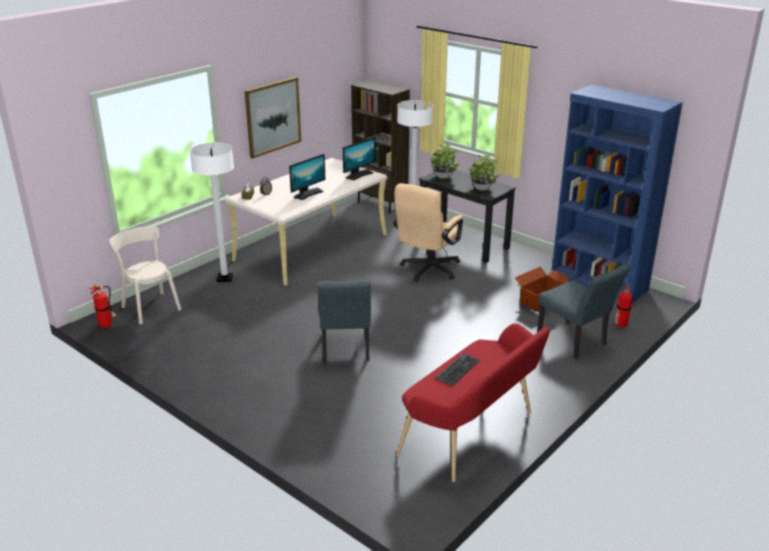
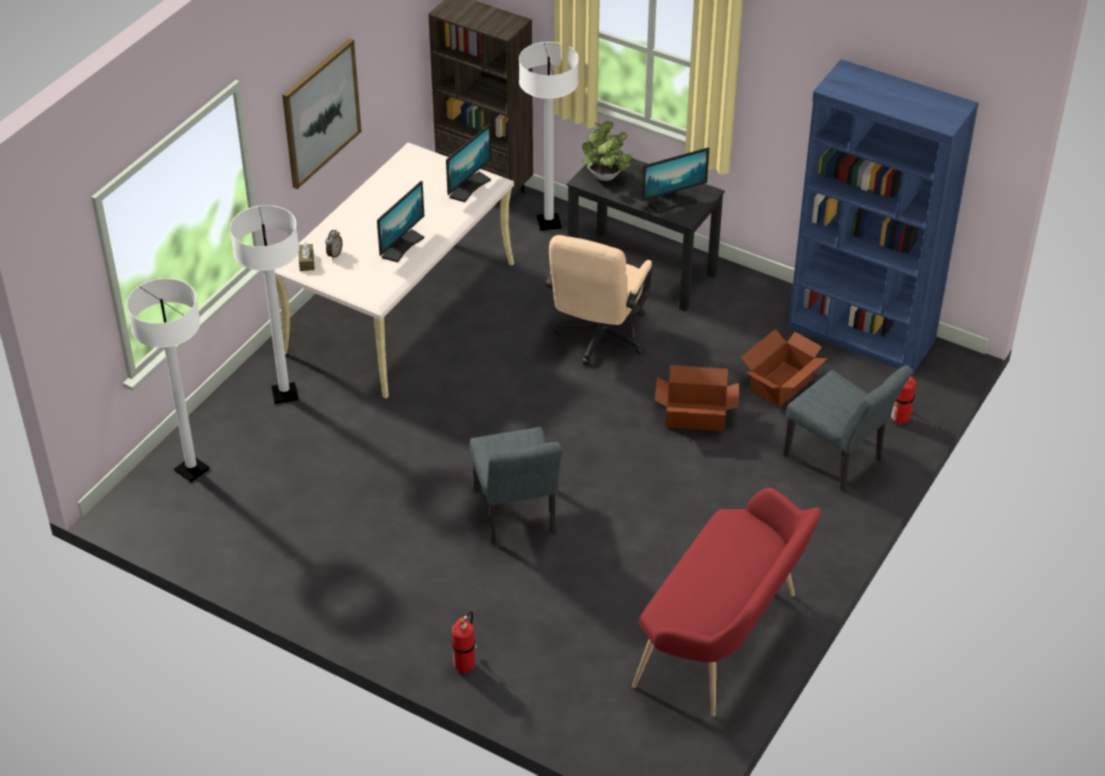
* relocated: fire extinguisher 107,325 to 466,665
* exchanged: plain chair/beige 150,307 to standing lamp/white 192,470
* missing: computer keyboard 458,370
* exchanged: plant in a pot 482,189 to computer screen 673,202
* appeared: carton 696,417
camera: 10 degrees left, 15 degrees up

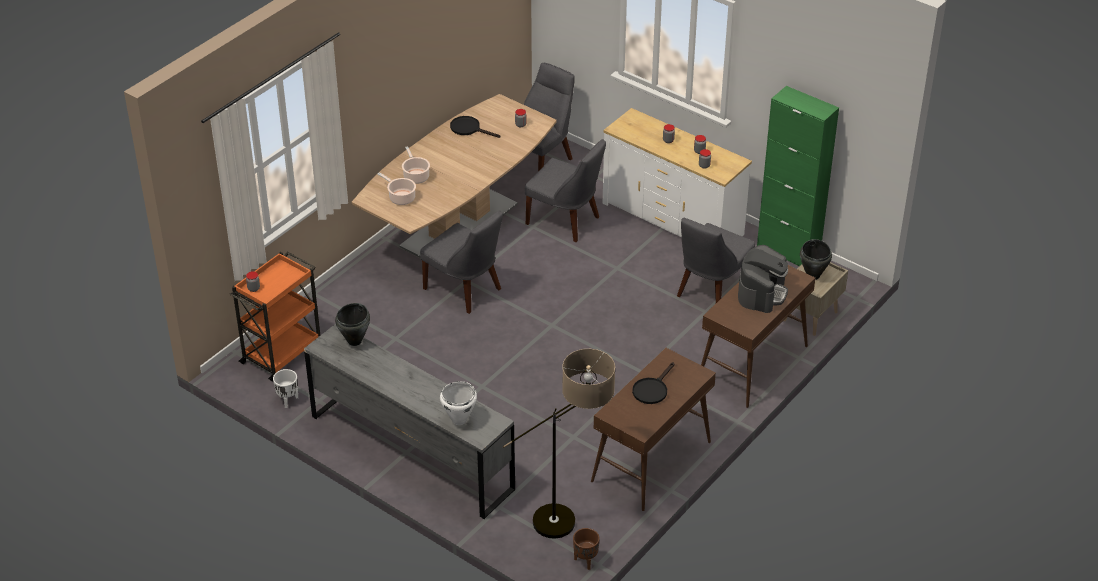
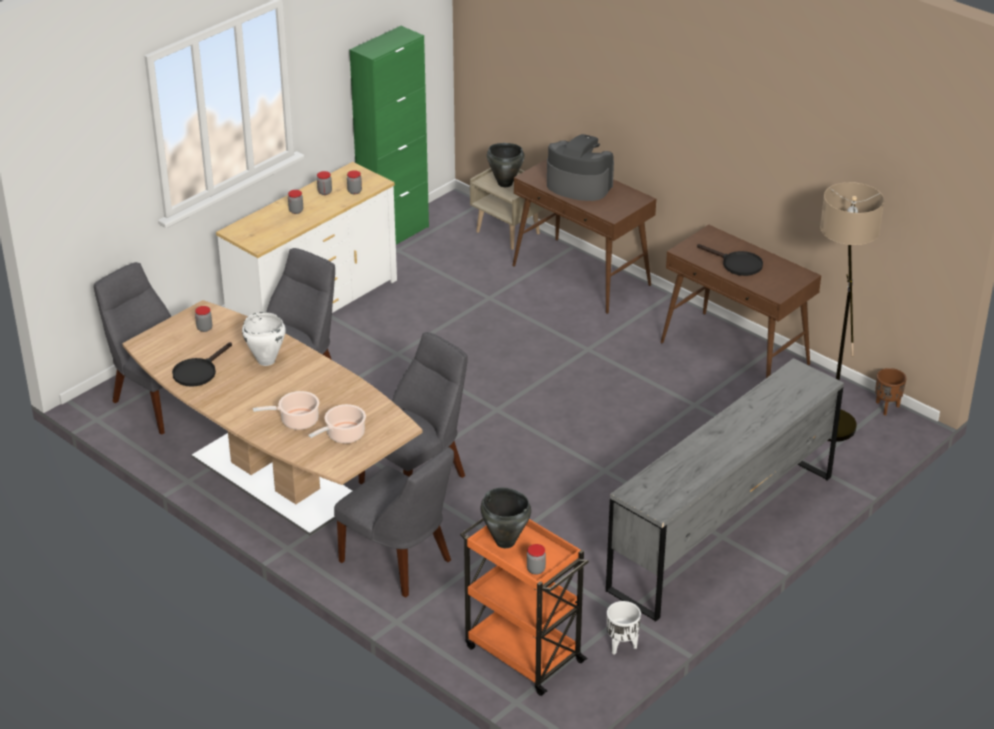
* relocated: cooking pot/black 355,341 to 505,541
* relocated: cooking pot/white 458,420 to 266,361
* relocated: plain chair/greyish 710,290 to 399,563
camera: 85 degrees left, 5 degrees down

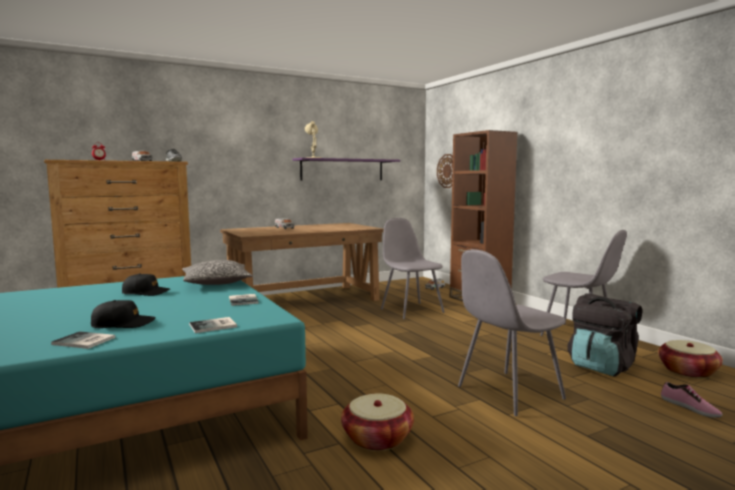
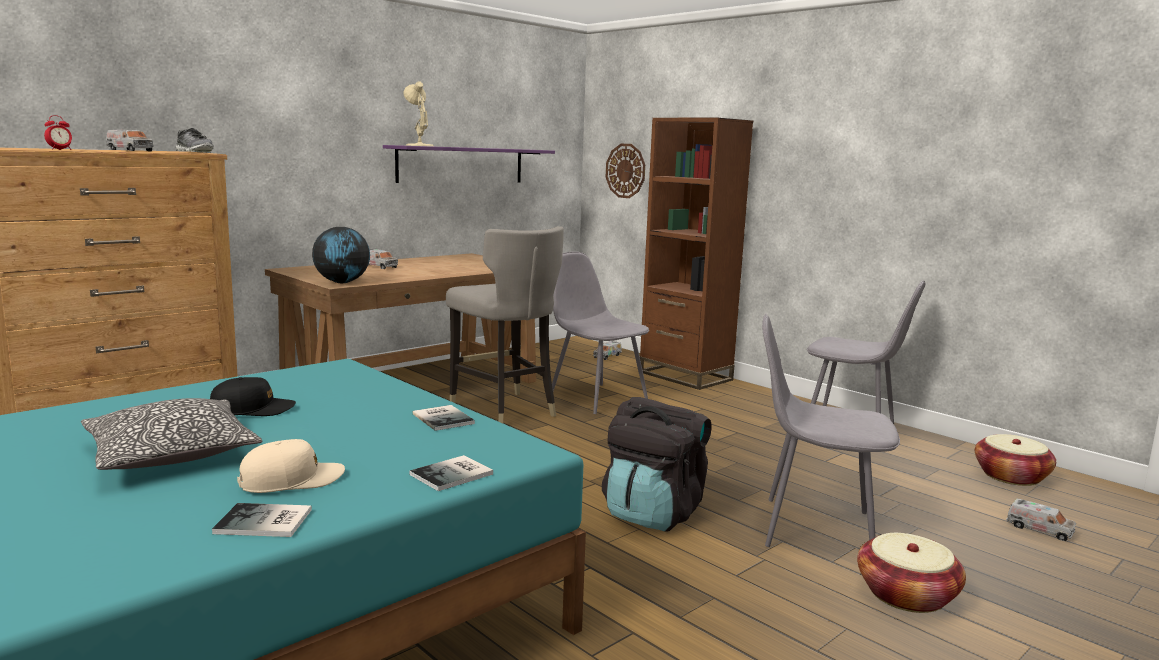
* colour: peaked cap/black 123,324 to peaked cap/beige 292,480
* relocated: throw pillow 216,283 to 171,454
* relocated: basket 377,439 to 906,595
* spun: plain chair/greyish 507,393 = 813,528 60 degrees clockwise
* relocated: backpack/black 602,366 to 653,513
* exchanged: low shoe 689,407 to toy lorry 1039,529
* appeared: world globe 342,282
* appeared: sitting stool/greyish 505,410
camera: 15 degrees left, 5 degrees up

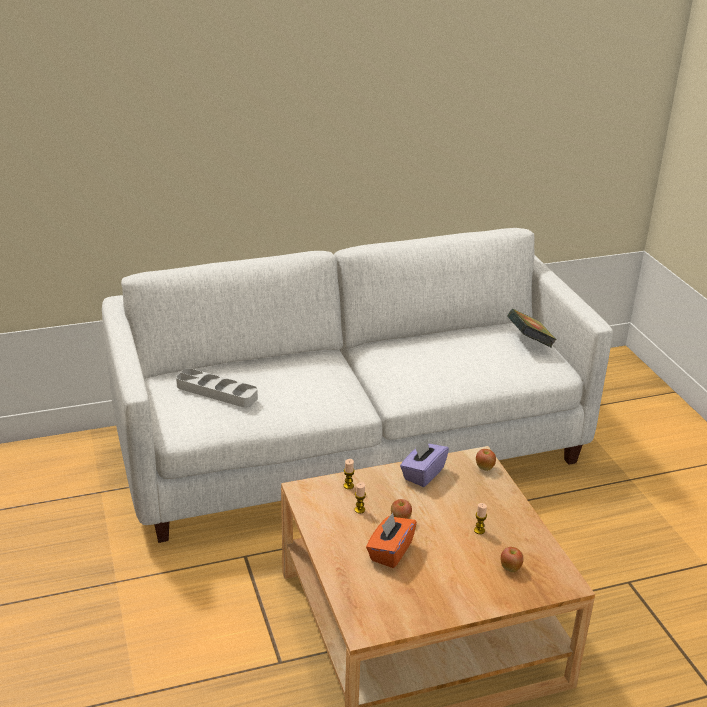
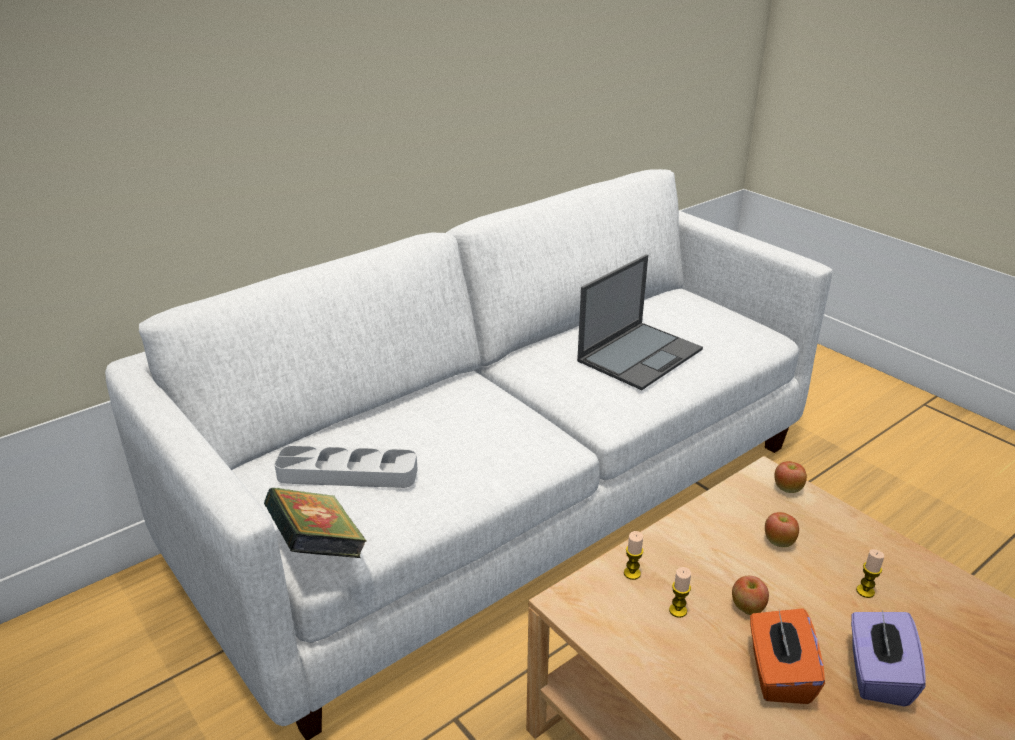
* relocated: tissue holder/purple 423,474 to 877,674
* relocated: apple fruit 510,568 to 778,542
* relocated: book 529,342 to 318,548
* appeared: portable computer 640,354
camera: 20 degrees left, 0 degrees up

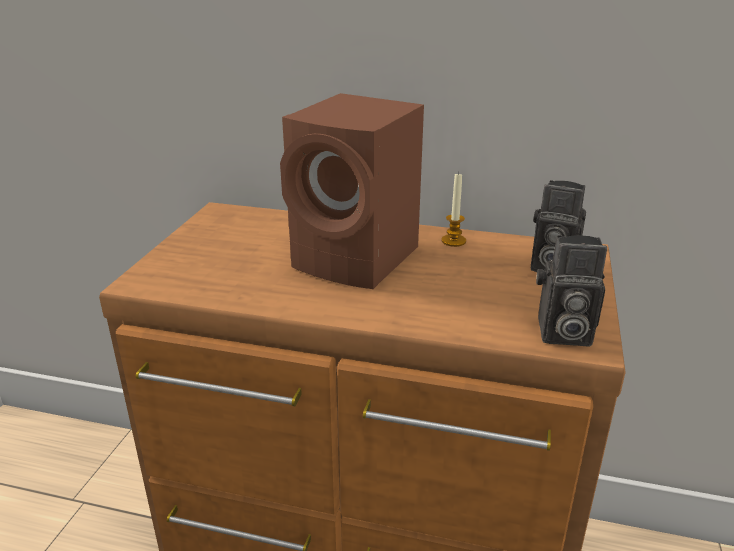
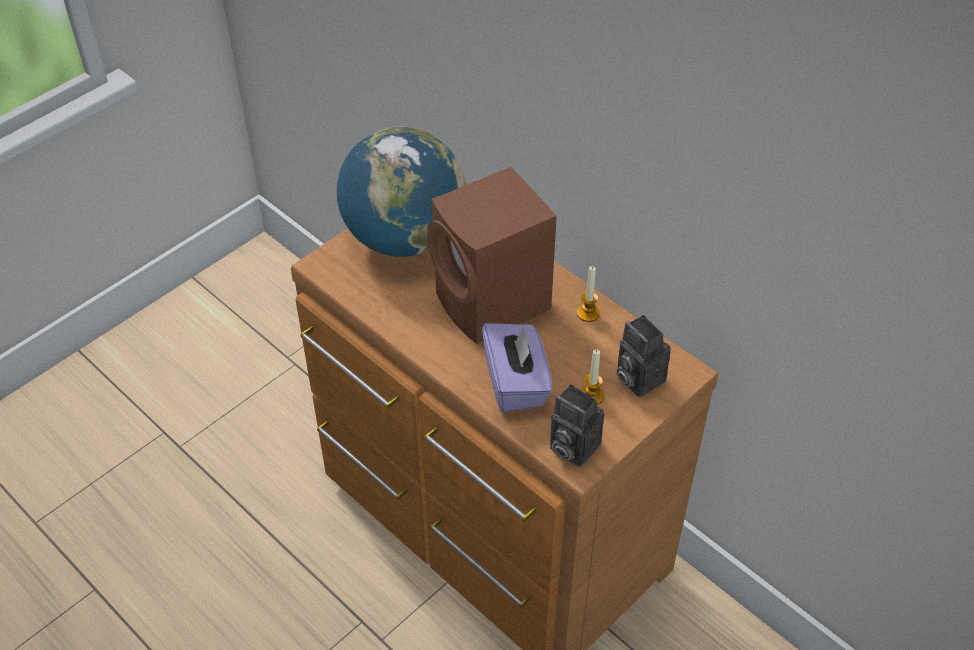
* appeared: world globe 404,238
* appeared: tissue holder/purple 516,383
* appeared: wax light 592,396
camera: 30 degrees right, 20 degrees up

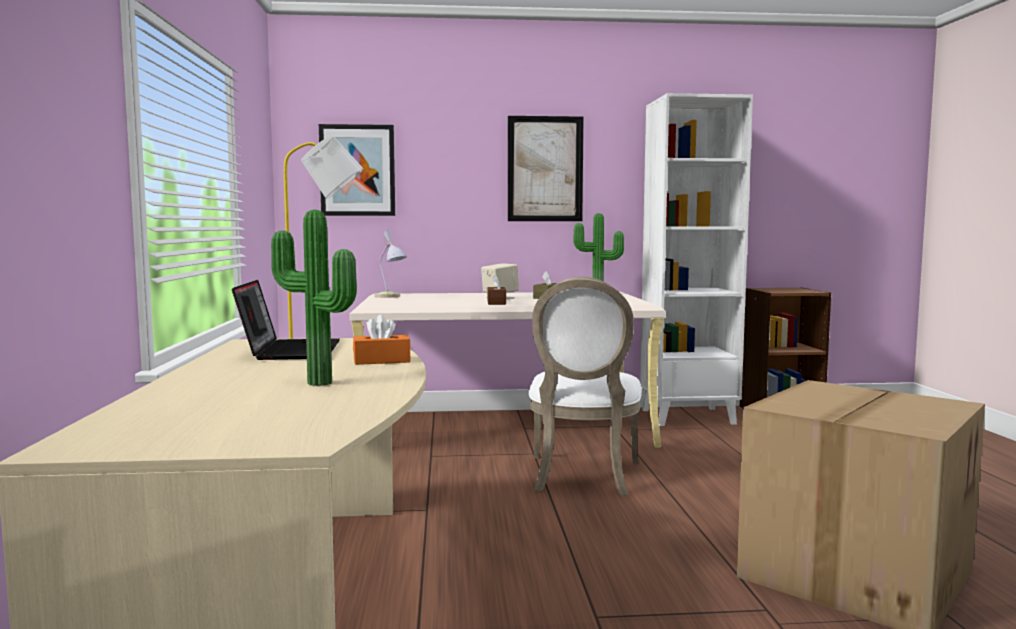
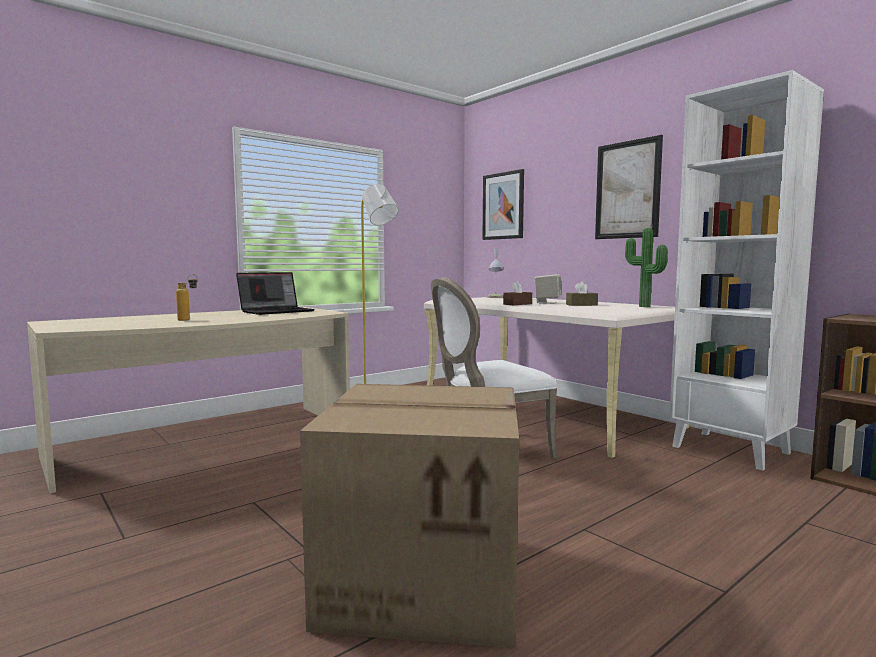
* exchanged: plant in a pot 316,384 to beverage bottle 188,320
* missing: tissue holder/orangey 381,361
camera: 55 degrees right, 0 degrees up

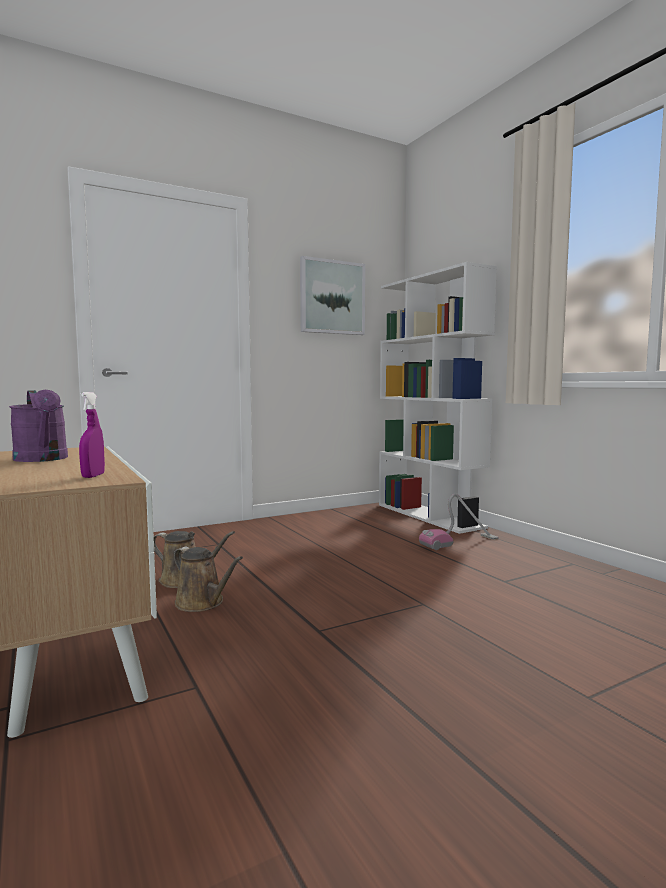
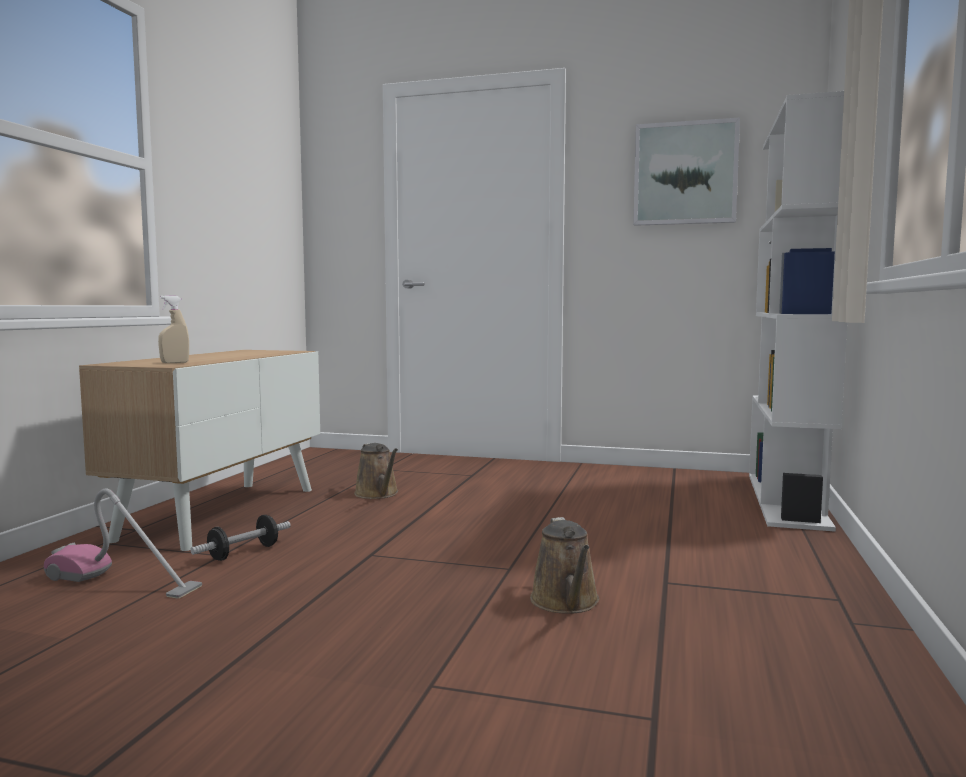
* missing: watering pot/purple 43,459
* colour: spray bottle/purple 93,476 to spray bottle/beige 174,363
* relocated: watering pot/brown-coloured 202,603 to 566,602
* relocated: vacuum cleaner 459,542 to 122,582
* appeared: dumbbell 243,553
camera: 45 degrees right, 0 degrees up

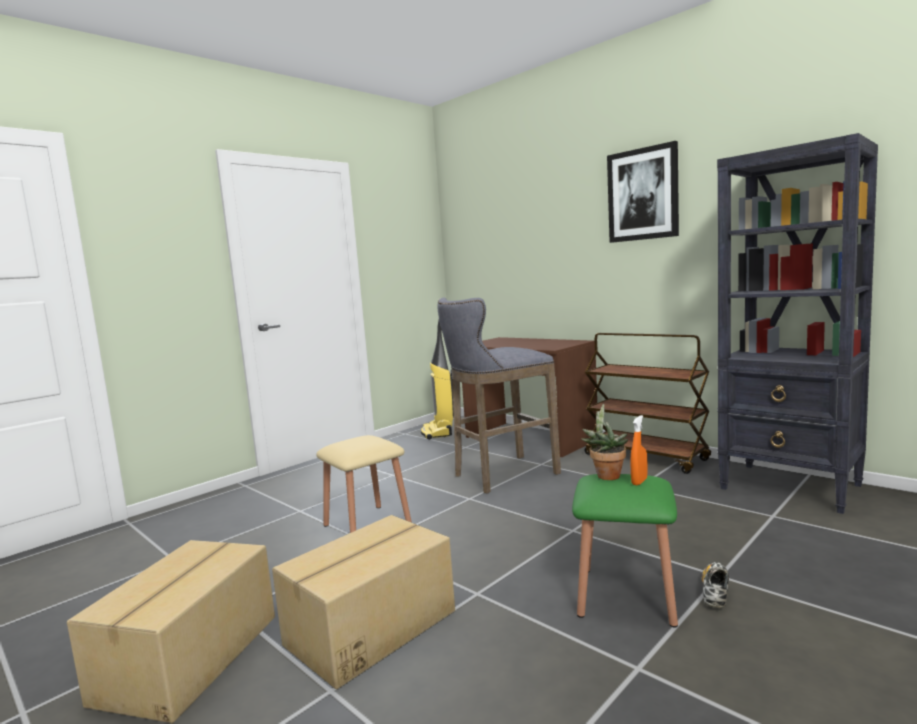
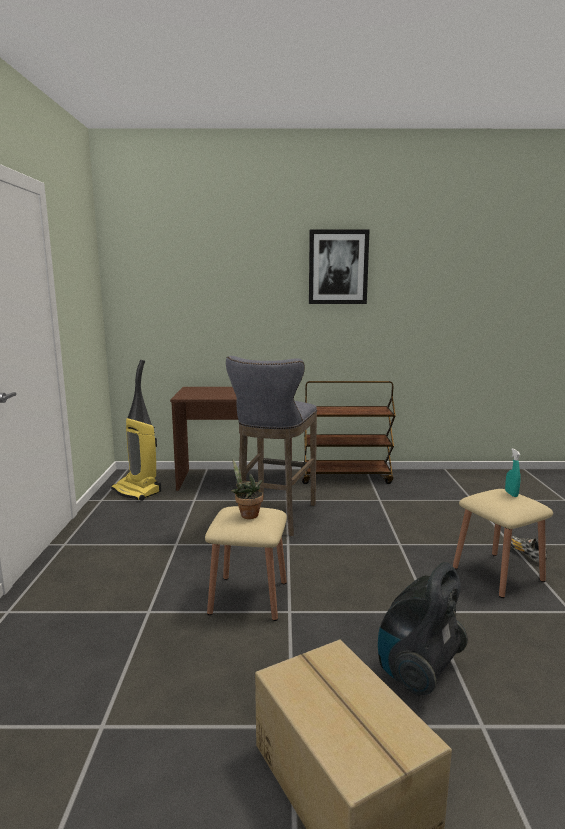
* exchanged: carton 369,627 to vacuum cleaner 417,671
* colour: sitting stool/green 626,595 to sitting stool/beige 497,574
* relocated: plant in a pot 606,475 to 247,515
* colour: spray bottle/orangey 639,481 to spray bottle/turquoise 511,494
* missing: shelving unit/black 791,487
camera: 45 degrees left, 5 degrees up

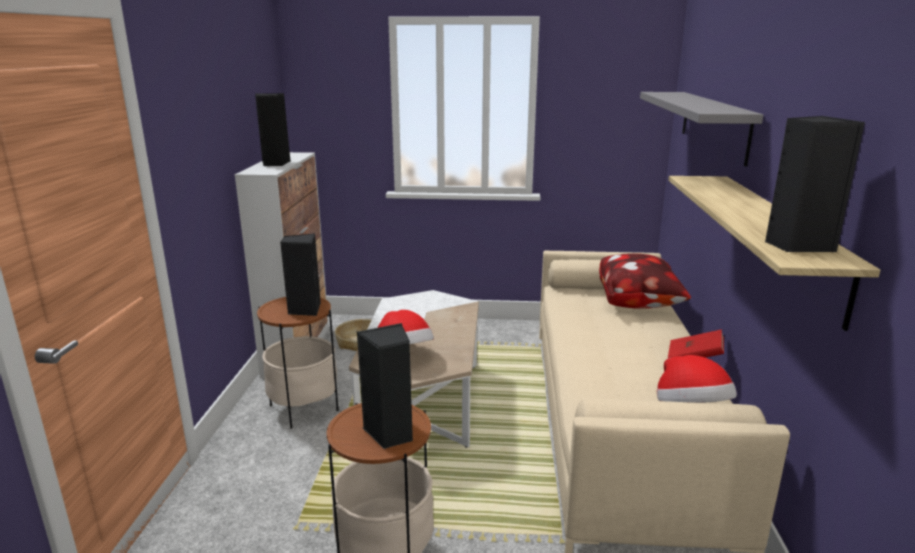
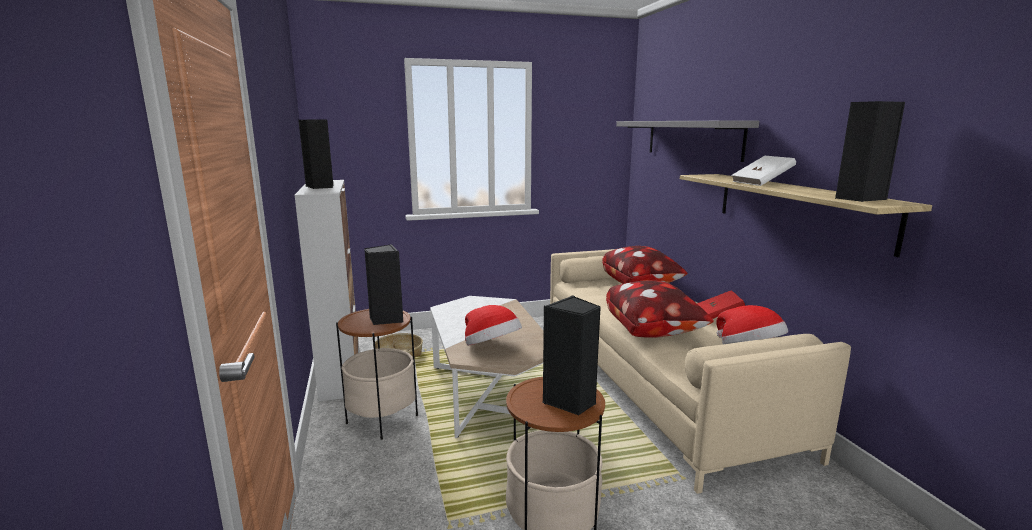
* appeared: throw pillow 653,331
* appeared: book/white 761,183
camera: 20 degrees left, 5 degrees down

